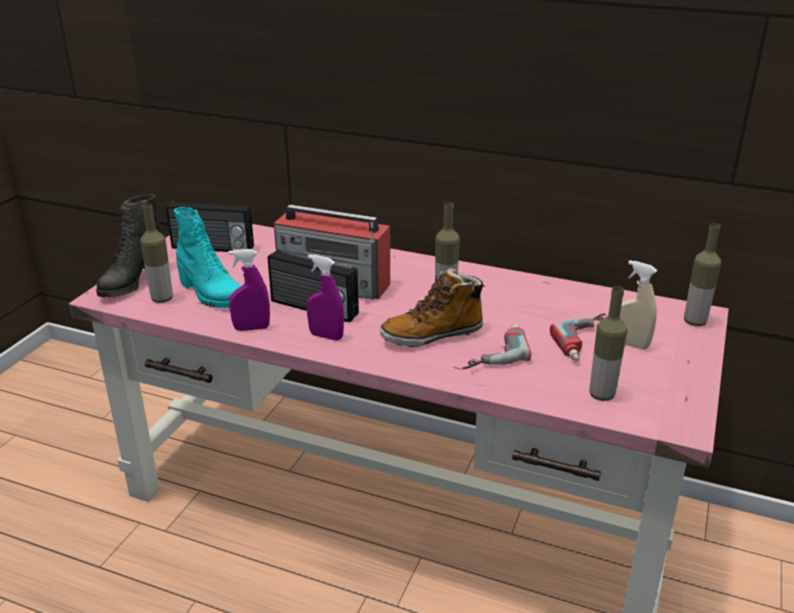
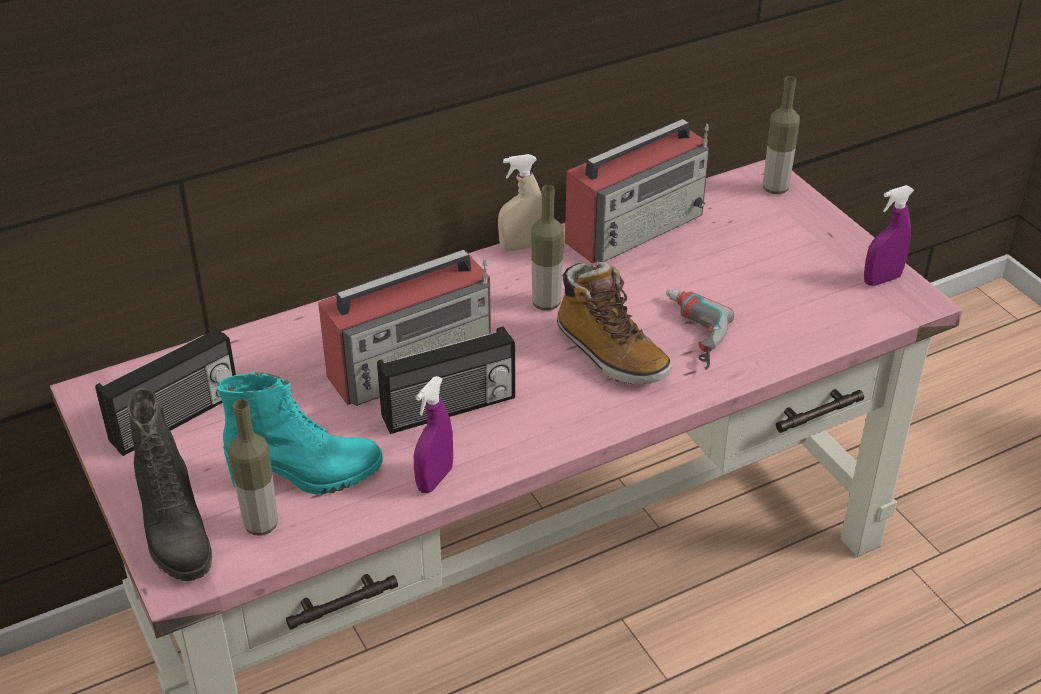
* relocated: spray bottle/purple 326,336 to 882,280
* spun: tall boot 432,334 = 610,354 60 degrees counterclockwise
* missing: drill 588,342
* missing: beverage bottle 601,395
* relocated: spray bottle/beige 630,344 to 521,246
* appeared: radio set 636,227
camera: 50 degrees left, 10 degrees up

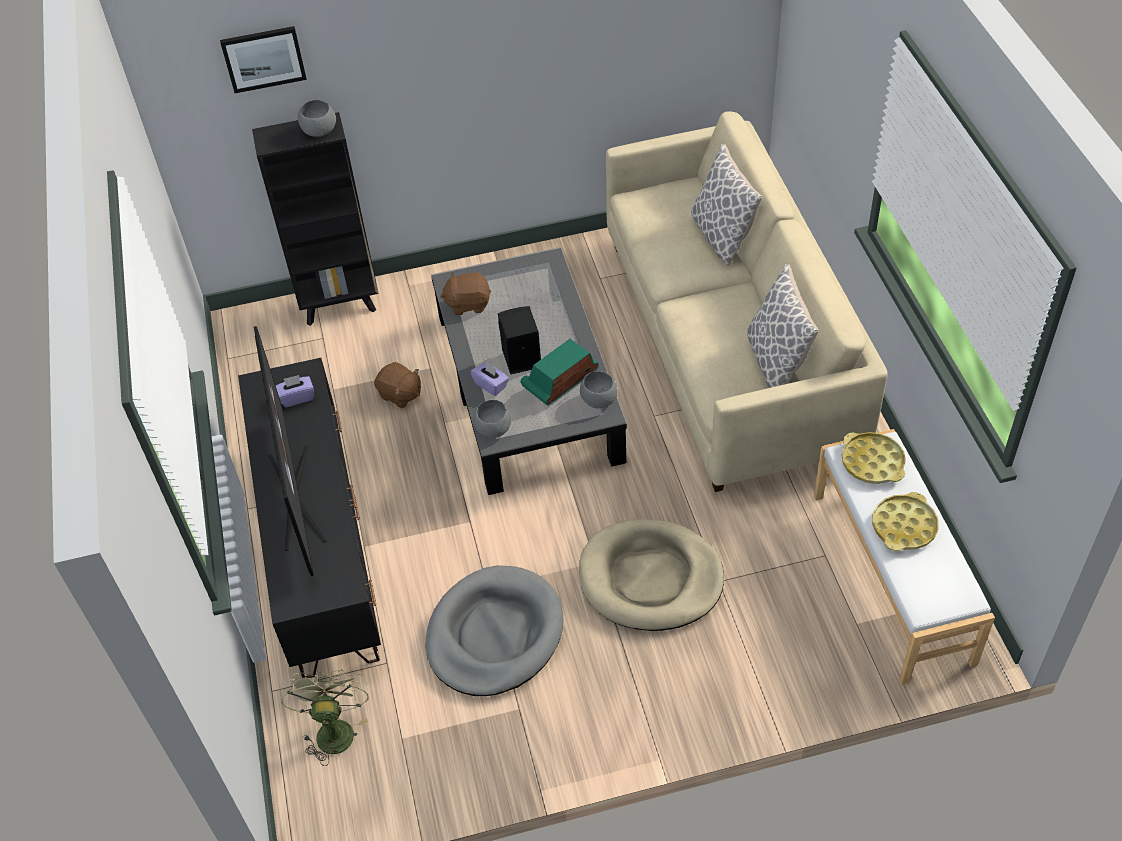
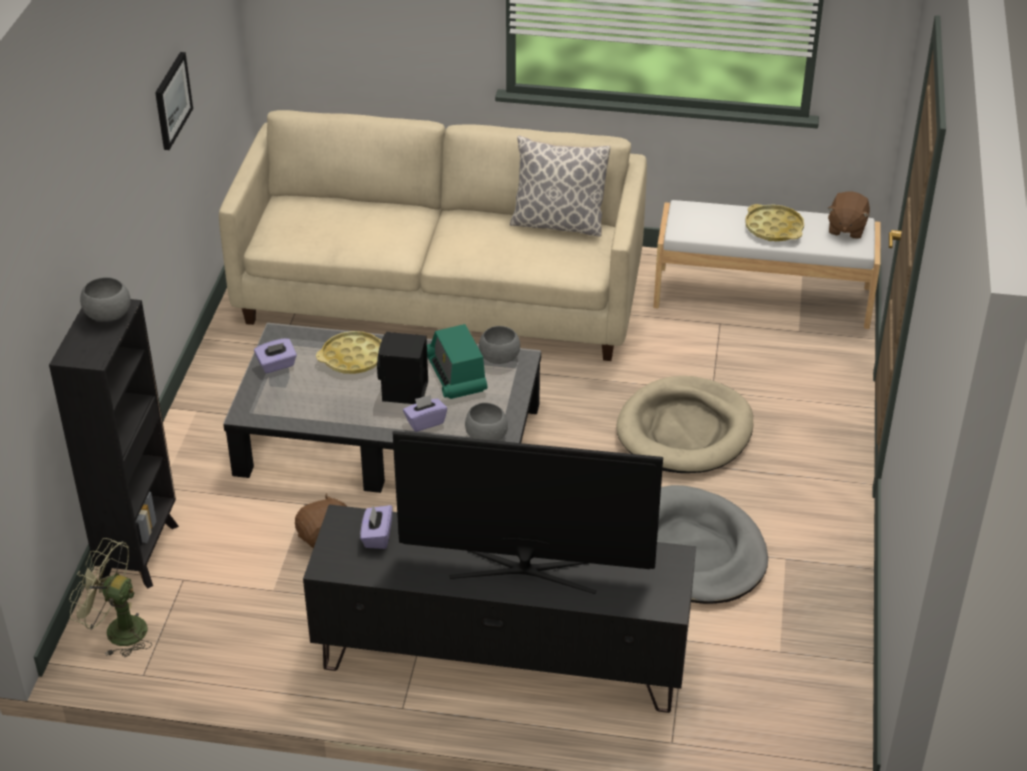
* relocated: wall picture 263,58 to 172,100
* relocated: cooling fan/green 333,729 to 117,630
* relocated: cuddly toy/brown-coloured 468,303 to 846,228
* missing: throw pillow 722,235
* relocated: carrying tray/yellow-coloured 872,462 to 353,358
* appeared: tissue holder/purple 277,365
camera: 70 degrees left, 10 degrees down

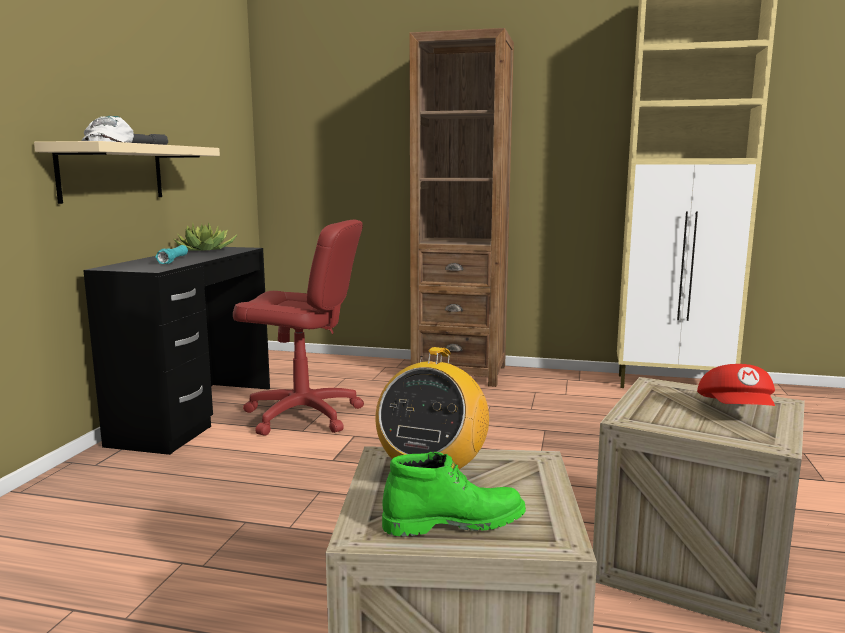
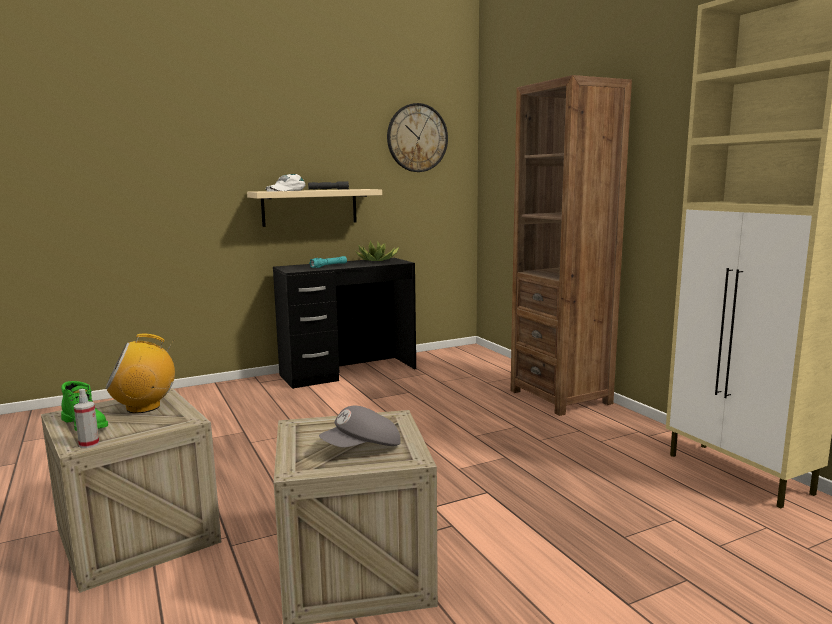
* missing: office chair/red-coloured 303,415
* colour: peaked cap/red-coloured 737,411 to peaked cap/greyish 362,449
* appeared: spray bottle 89,444
* appeared: wall clock 417,138
camera: 50 degrees right, 0 degrees up

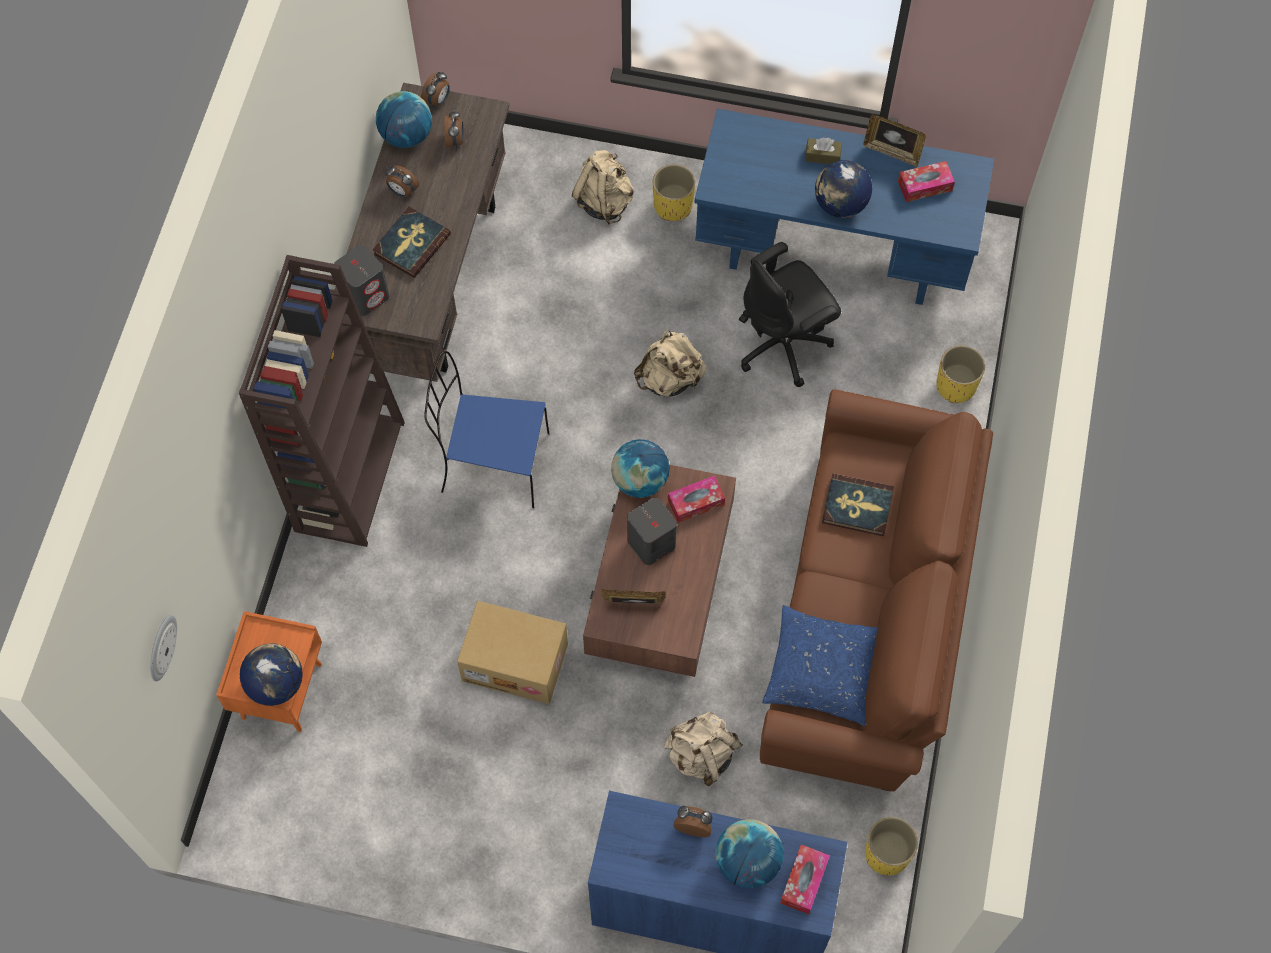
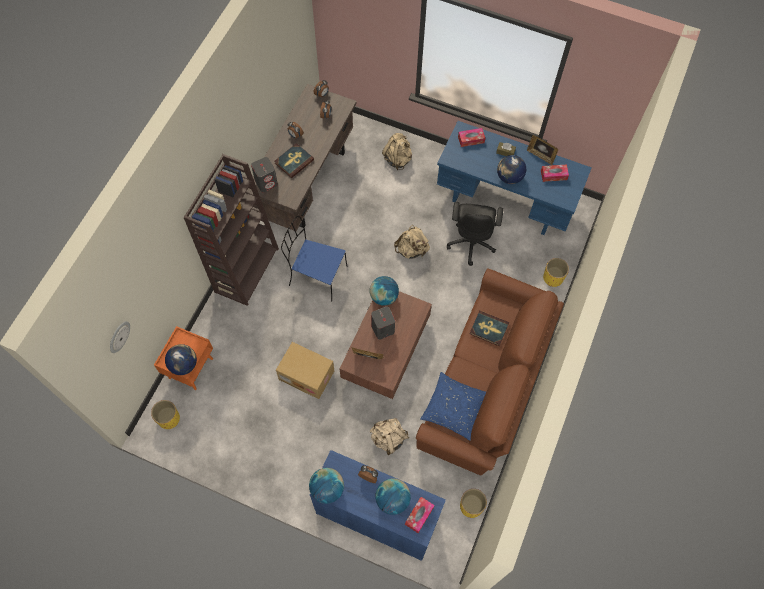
* relocated: world globe 406,136 to 327,489
* relocated: plant pot/yellow-coloured 672,206 to 168,418
* relocated: tissue holder 696,502 to 471,139
* spun: office chair/black 784,344 = 471,243 60 degrees counterclockwise
camera: 10 degrees right, 0 degrees up

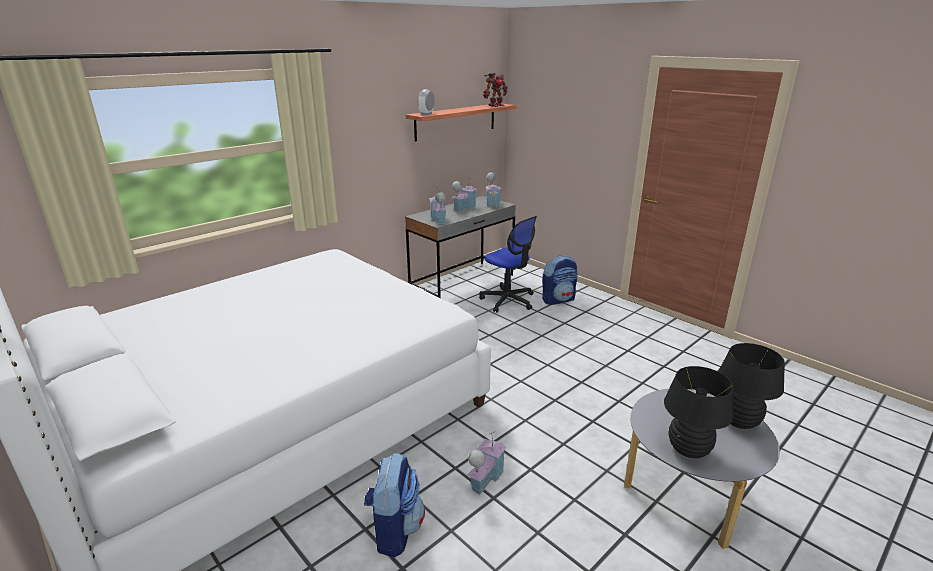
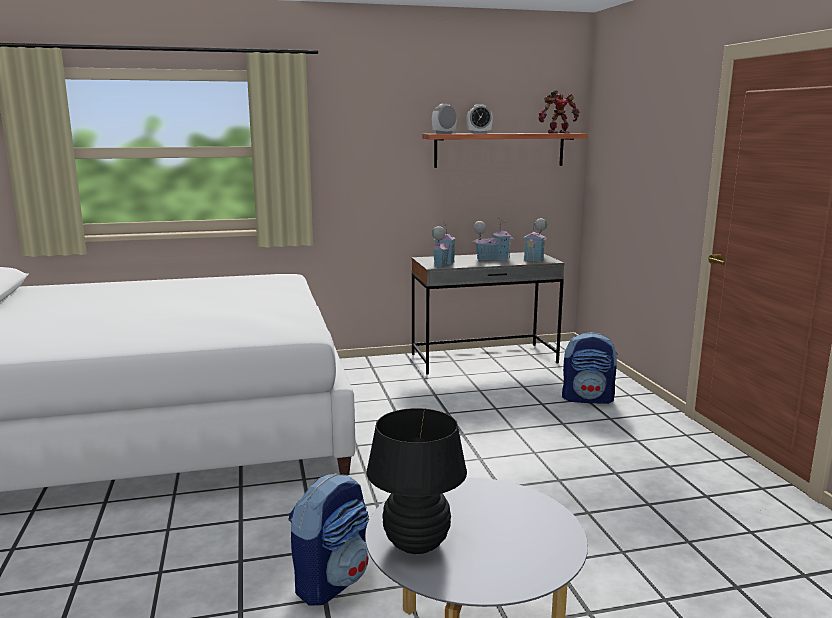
* relocated: backpack 394,530 to 331,581
* missing: miniature house 485,478
* missing: office chair 508,300
* missing: lamp for a table/black 739,422
* appeared: alarm clock 479,133
camera: 30 degrees right, 10 degrees down

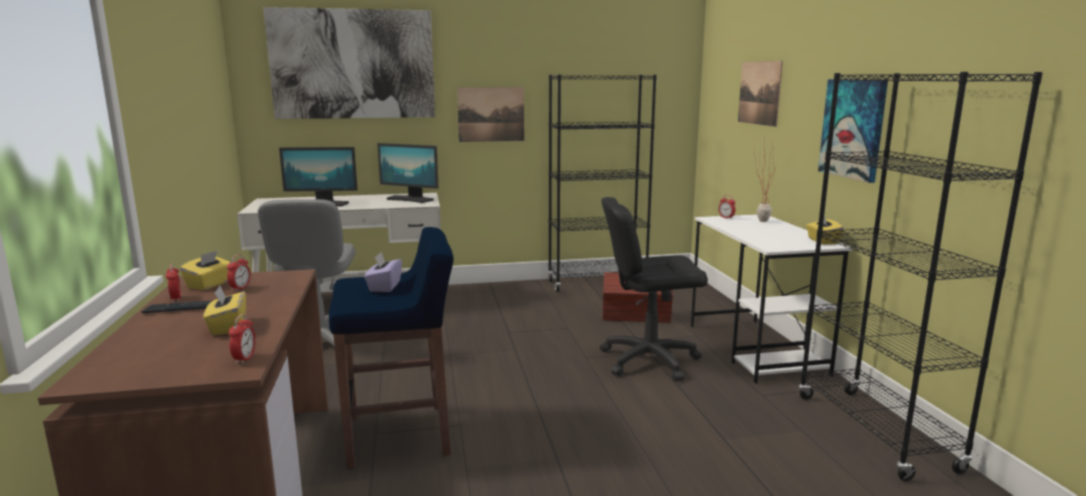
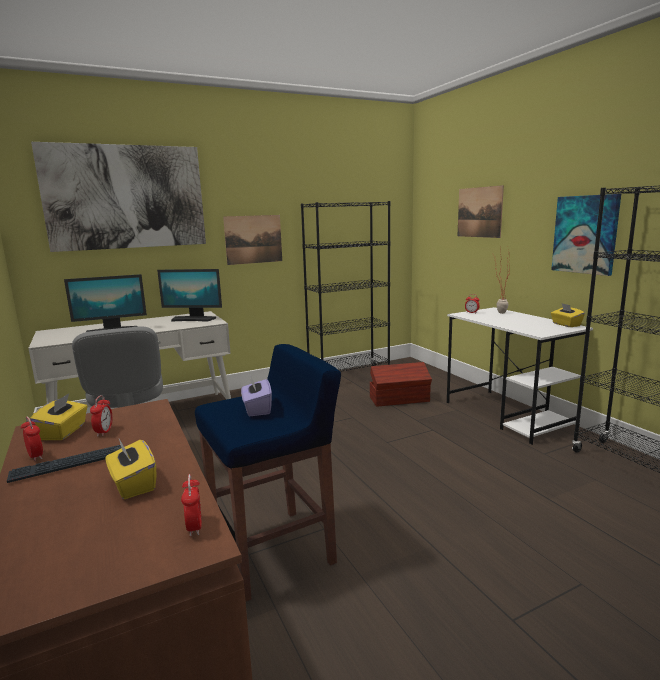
* missing: office chair/black 649,360
camera: 15 degrees left, 0 degrees up

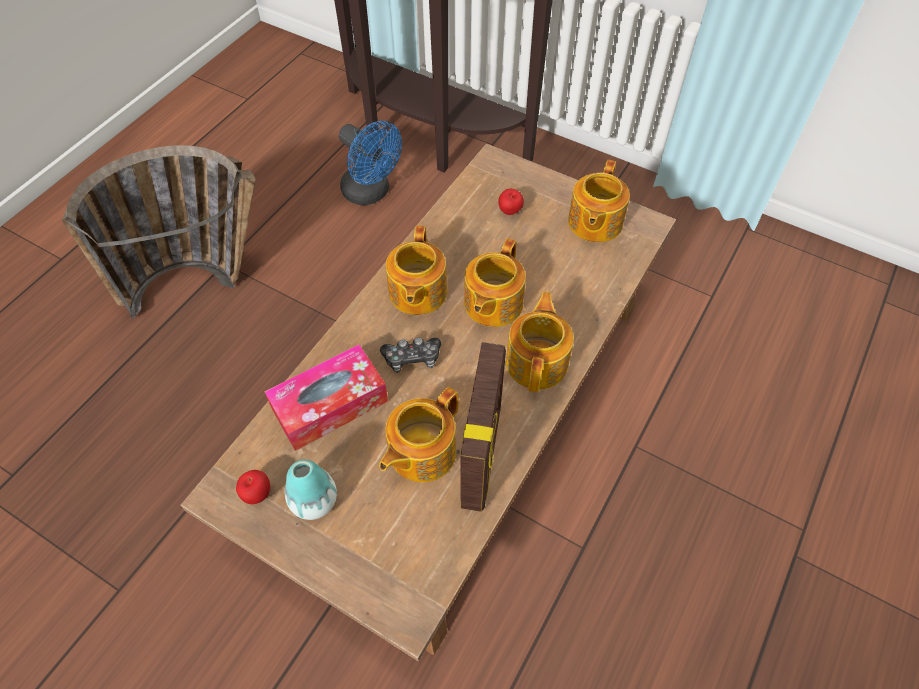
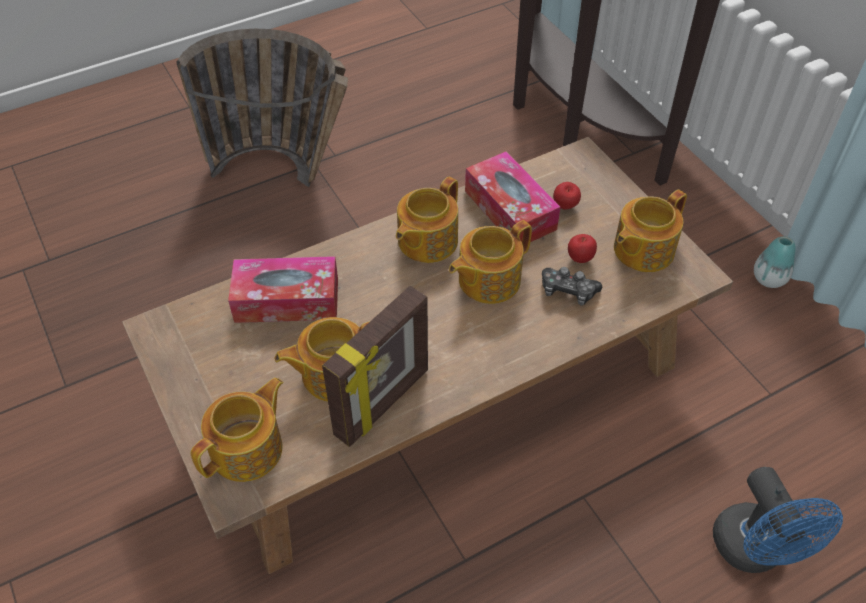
* relocated: apple fruit 257,494 to 580,259
* relocated: decorative vase 314,501 to 769,279
* relocated: cooling fan/bluish 371,193 to 754,552
* relocated: game controller 412,359 to 568,291
* relocated: pot for tea 538,361 to 249,449
* appeared: tissue holder 510,210
camera: 30 degrees right, 5 degrees down

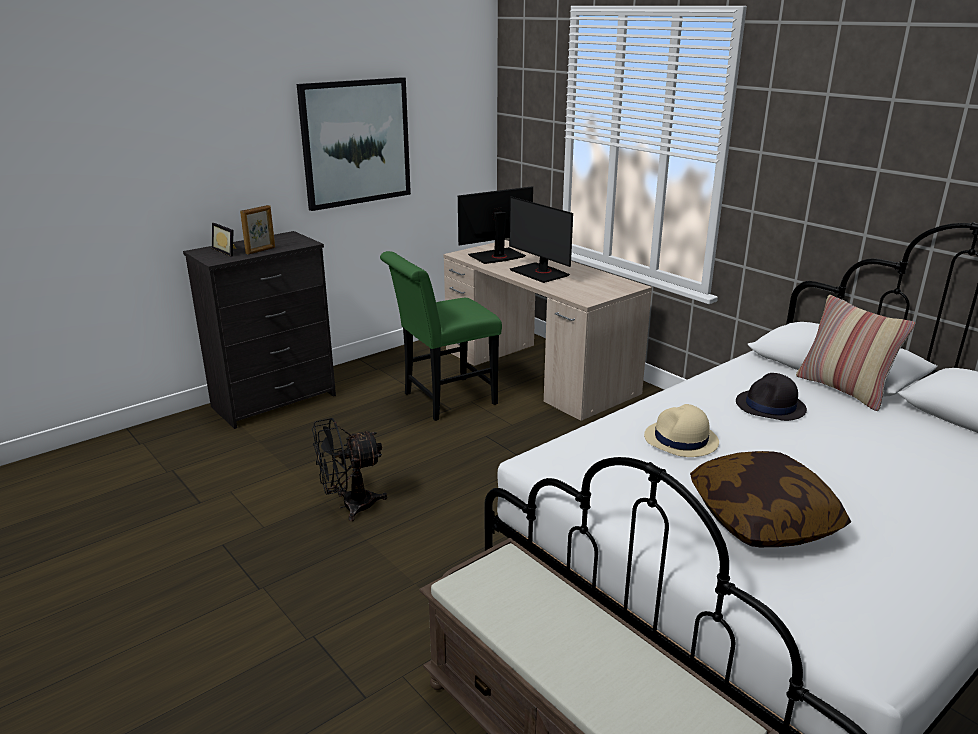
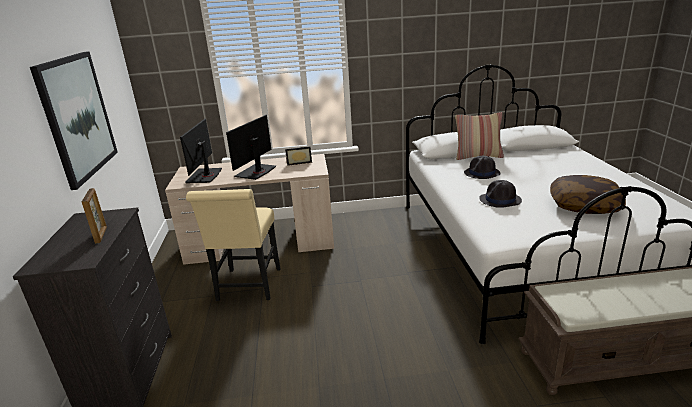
* relocated: photo frame 228,251 to 299,162
* missing: cooling fan/black 349,506
* colour: plain chair/green 443,400 to plain chair/beige 248,287
* spun: computer screen 540,273 = 256,172 120 degrees clockwise
* colour: wearable hat/beige 681,440 to wearable hat/black 500,200
camera: 55 degrees left, 0 degrees up

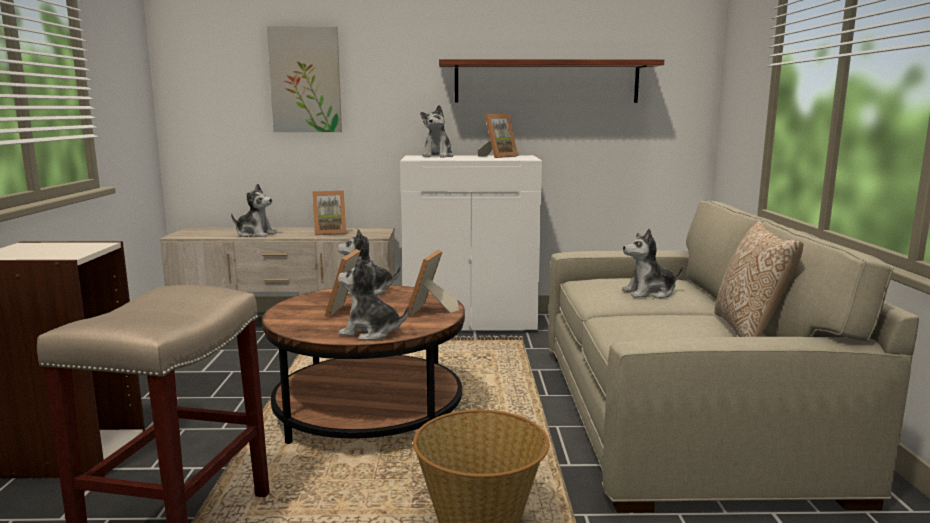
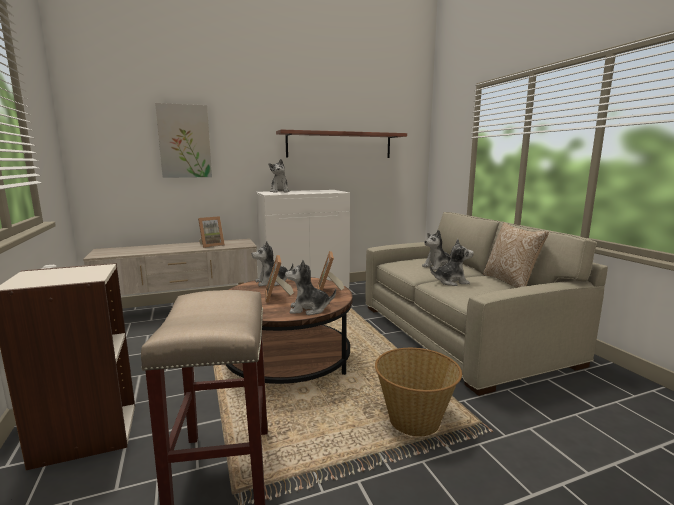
* relocated: cuddly toy 255,234 to 451,282
* missing: photo frame 498,156
camera: 20 degrees left, 0 degrees up

